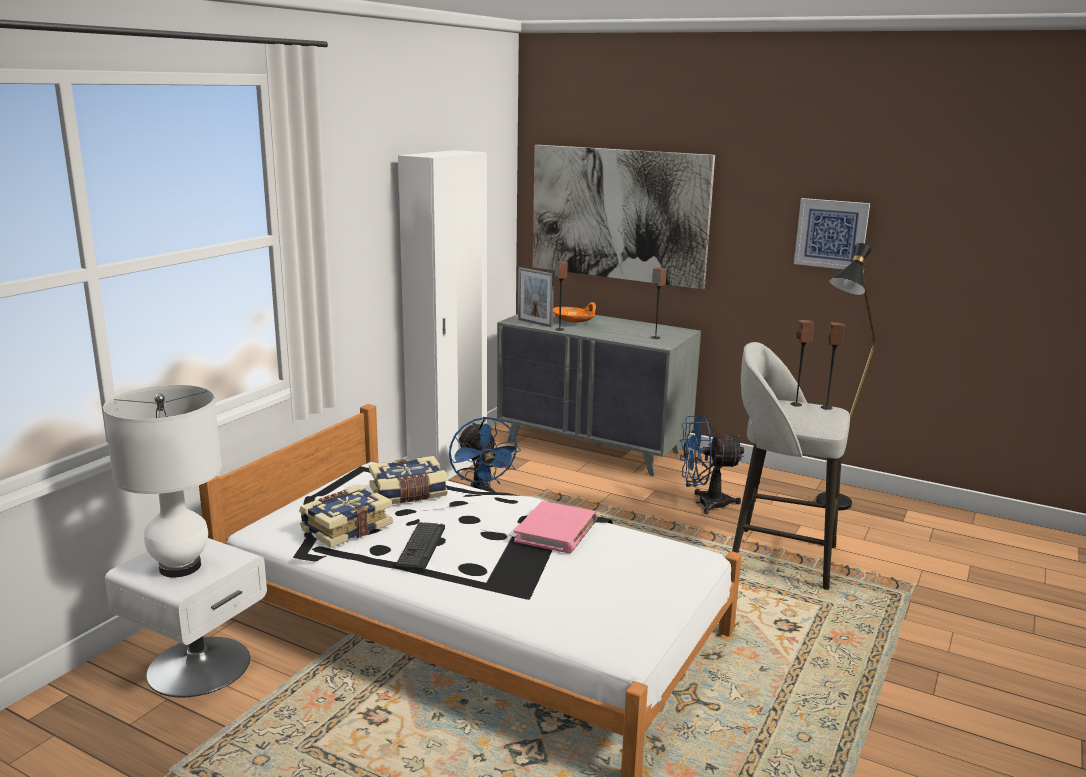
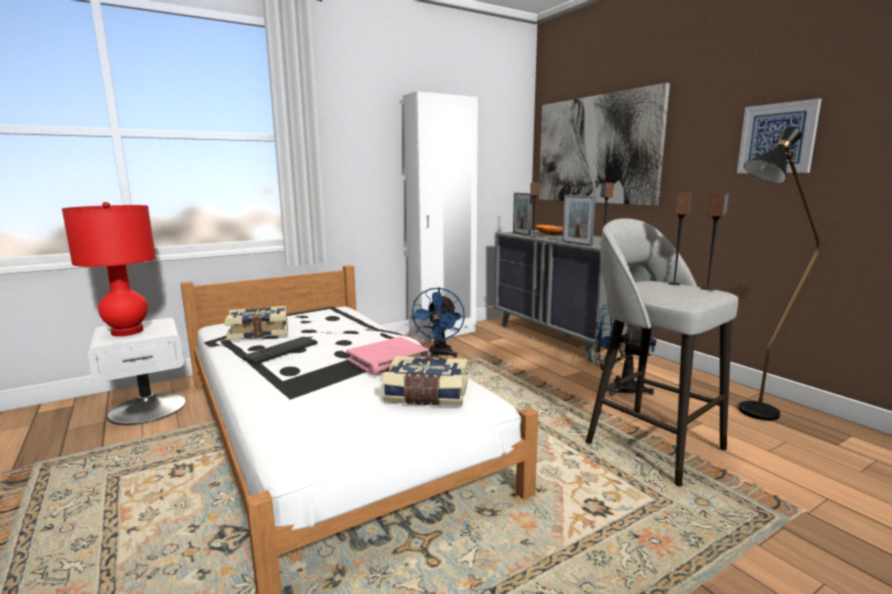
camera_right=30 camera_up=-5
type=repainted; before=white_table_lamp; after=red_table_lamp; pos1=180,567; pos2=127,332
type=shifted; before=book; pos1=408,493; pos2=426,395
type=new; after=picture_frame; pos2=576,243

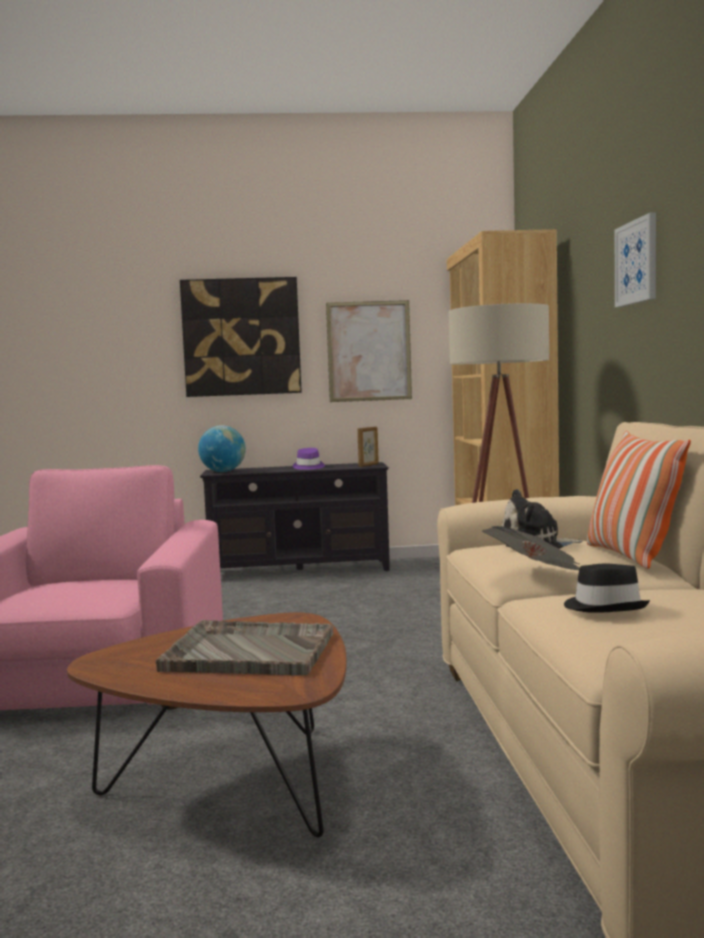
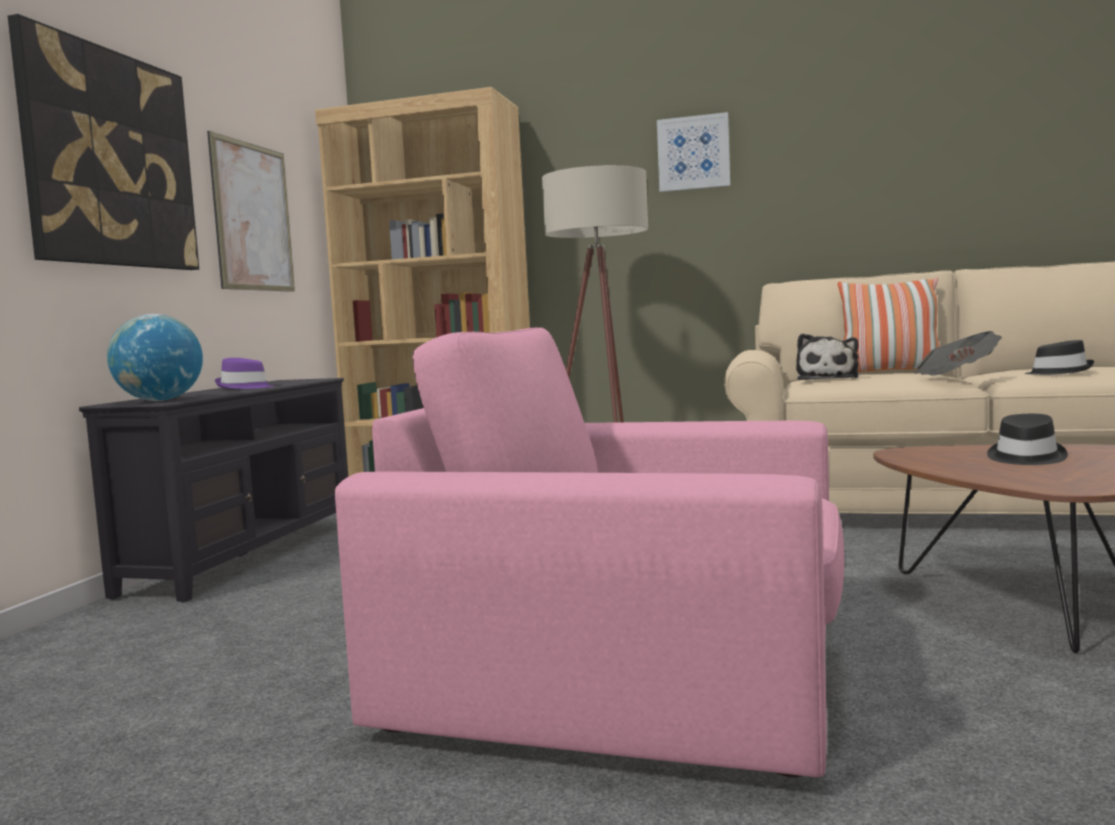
camera_right=-70 camera_up=0
type=gone; before=picture_frame; pos1=369,465
type=swapped; before=grey_tray; after=black_hat; pos1=248,651; pos2=1025,458

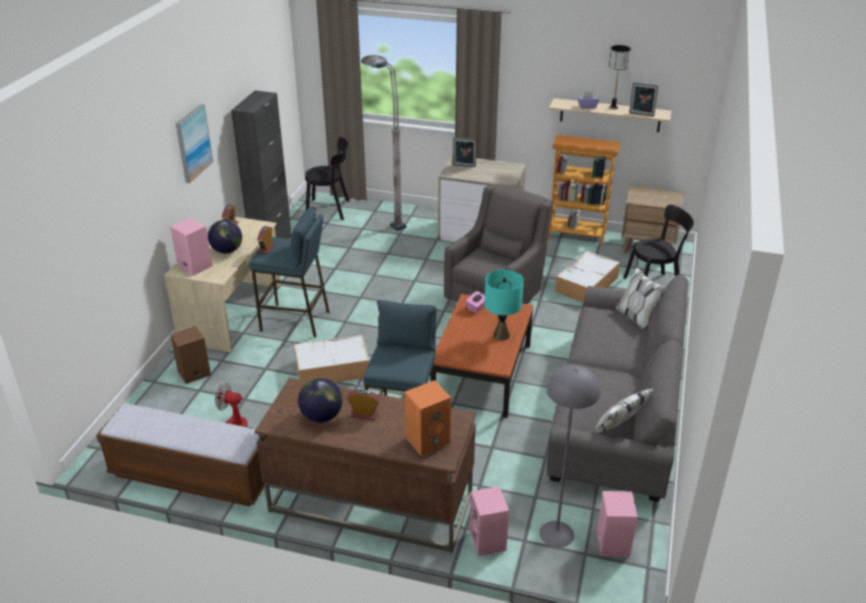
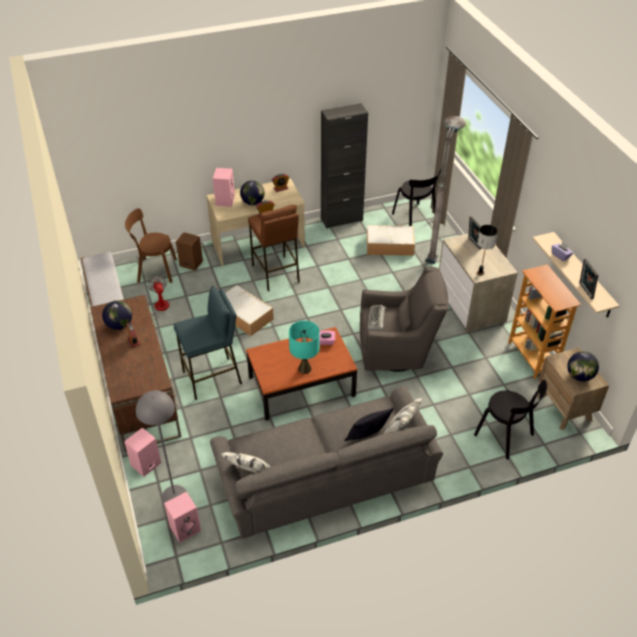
camera_right=55 camera_up=10
type=shifted; before=table_lamp; pos1=613,107; pos2=480,273
type=gone; before=picture; pos1=193,143
type=repainted; before=blue_stool; after=brown_stool; pos1=295,321; pos2=275,274
type=shifted; before=storage_box; pos1=586,285; pos2=389,246
type=gone; before=orange_speaker; pos1=428,439
type=new; after=brown_chair; pos2=155,270
type=new; after=keyboard; pos2=376,320
type=new; after=globe; pos2=579,376
type=new; after=pillow; pos2=367,437

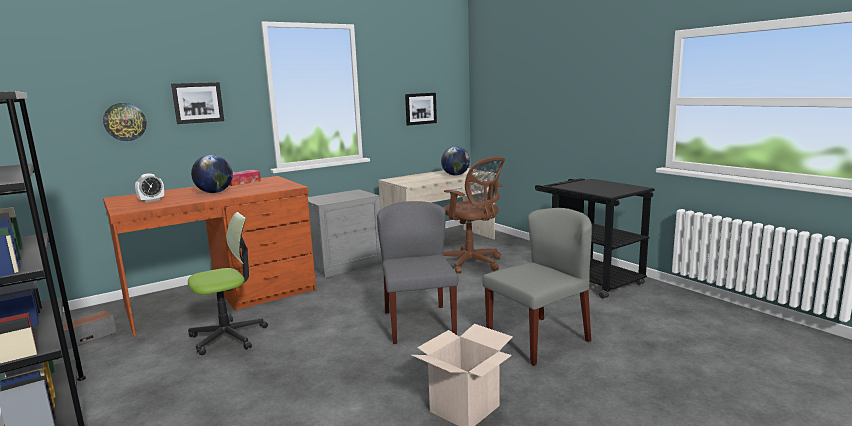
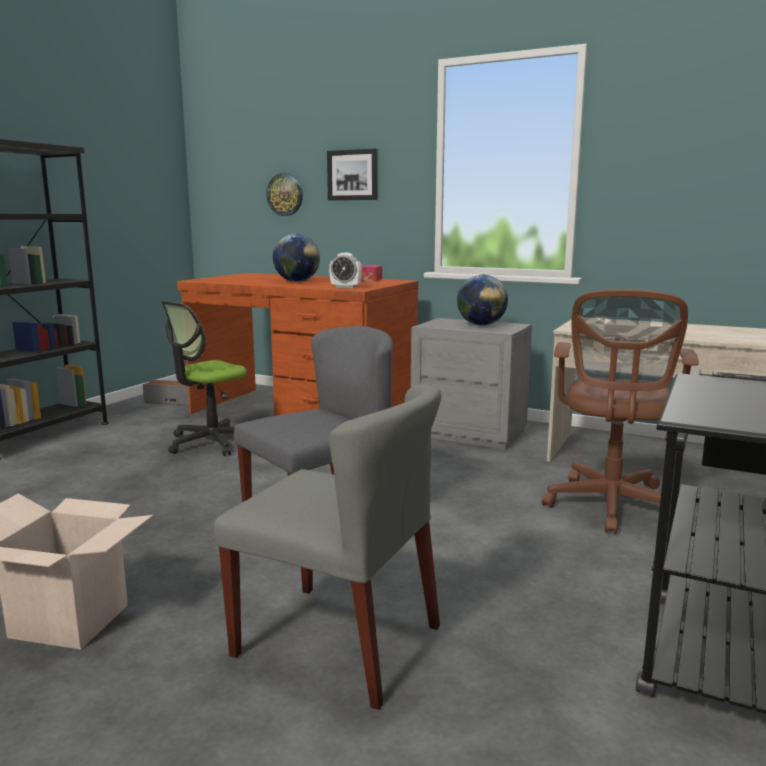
camera_right=60 camera_up=0
type=gone; before=picture; pos1=420,108
type=shifted; before=globe; pos1=455,175; pos2=481,325
type=shifted; before=alarm_clock; pos1=151,200; pos2=345,287
type=rotated; before=office_chair; pos1=228,337; pos2=211,442; turn=105

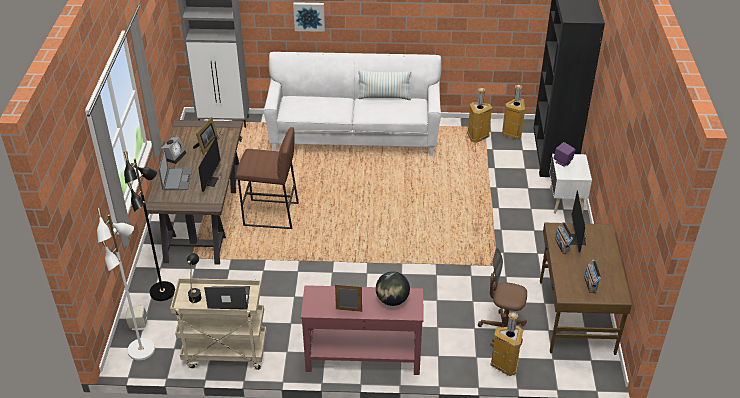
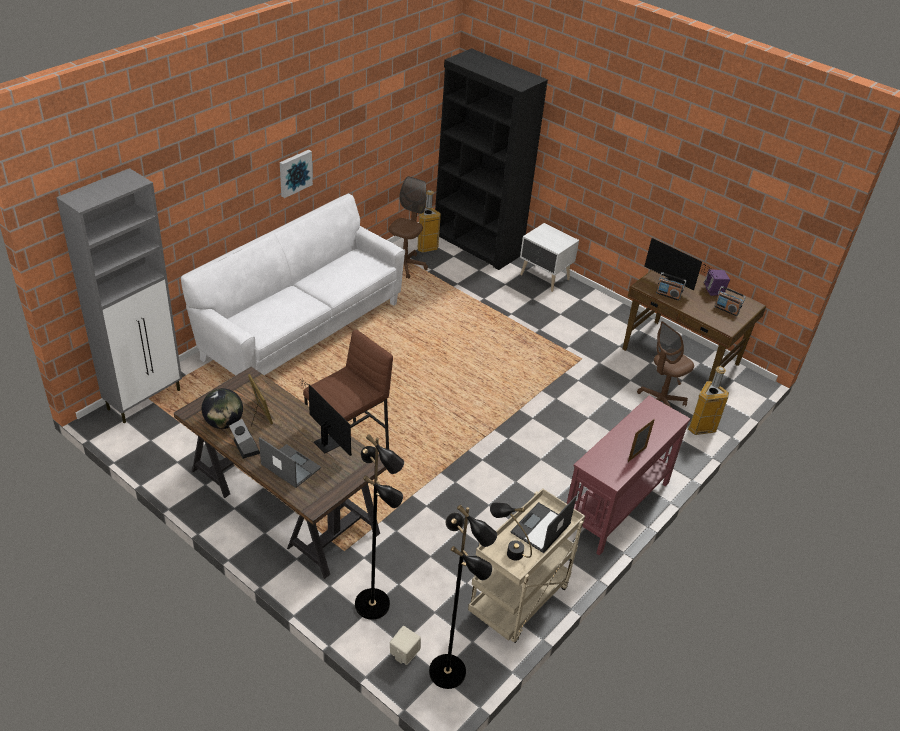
camera_right=-55 camera_up=0
type=shifted; before=picture; pos1=309,16; pos2=294,173
type=gone; before=pillow; pos1=384,97
type=swapped; before=trash_can; after=brown_office_chair; pos1=478,137; pos2=405,266
type=shifted; before=purple_speaker; pos1=563,162; pos2=713,291
type=repainted; before=white_floor_lamp; after=black_floor_lamp; pos1=142,350; pos2=448,671
type=shifted; before=globe; pos1=392,300; pos2=224,423

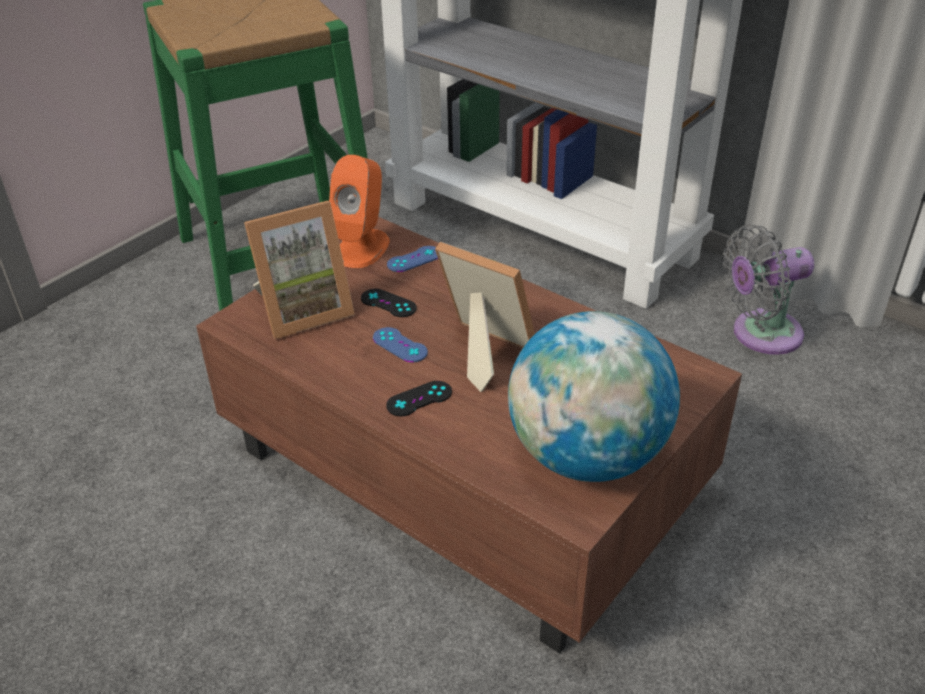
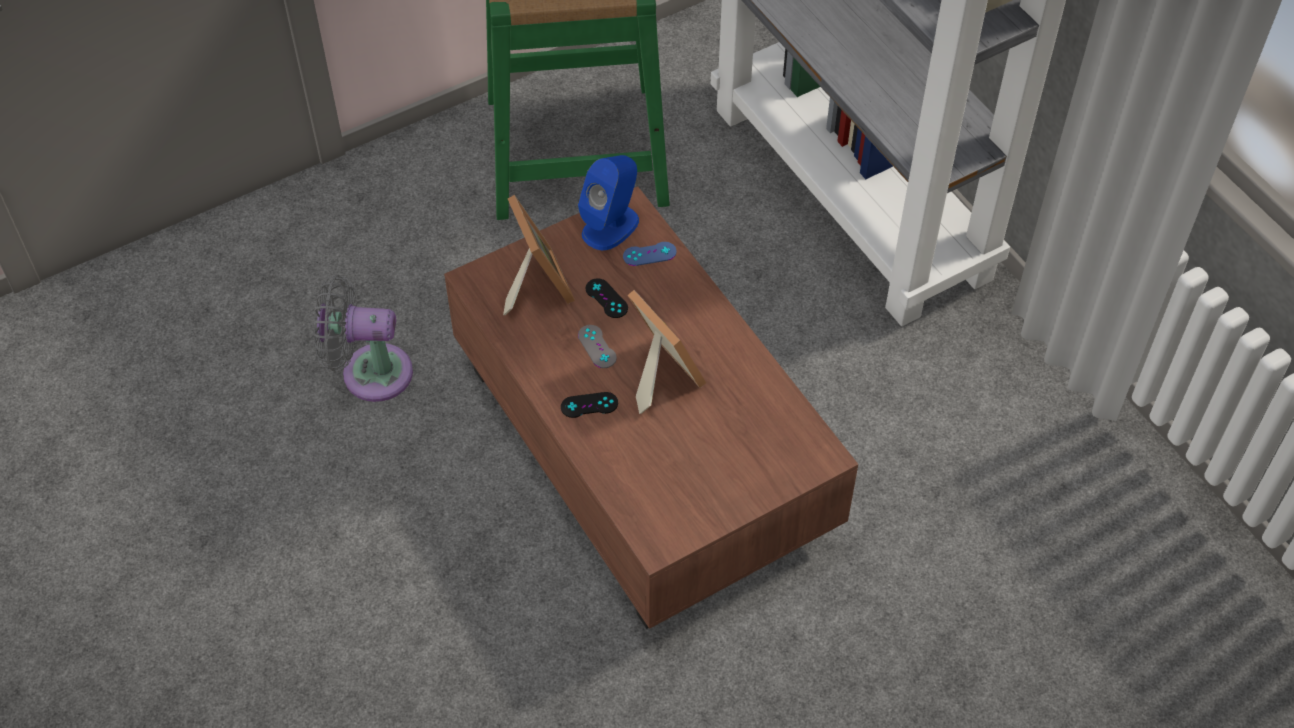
camera_right=20 camera_up=15
type=repainted; before=orange_speaker; after=blue_speaker; pos1=362,248; pos2=611,226
type=rotated; before=picture_frame; pos1=303,310; pos2=534,284; turn=-105
type=shifted; before=grey_fan; pos1=760,334; pos2=369,372
type=gone; before=globe; pos1=587,456
type=repainted; before=blue_game_controller; after=grey_game_controller; pos1=400,345; pos2=597,346

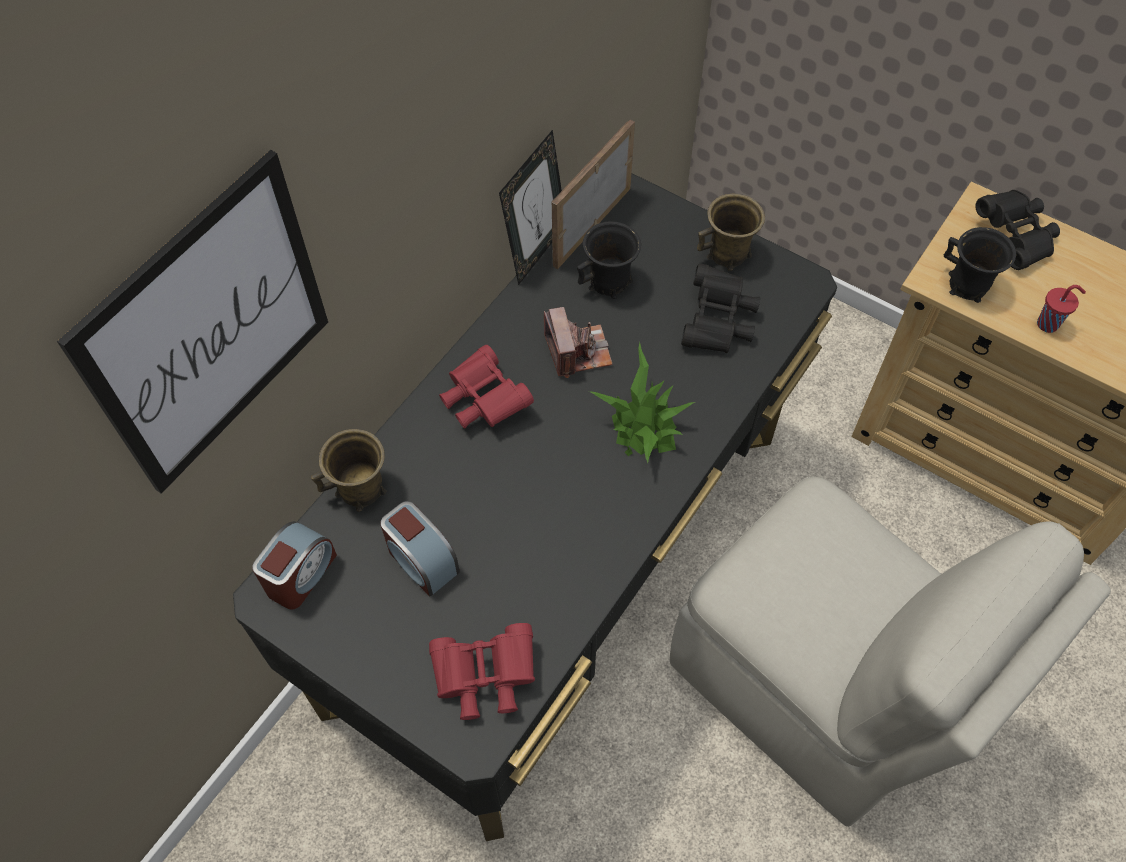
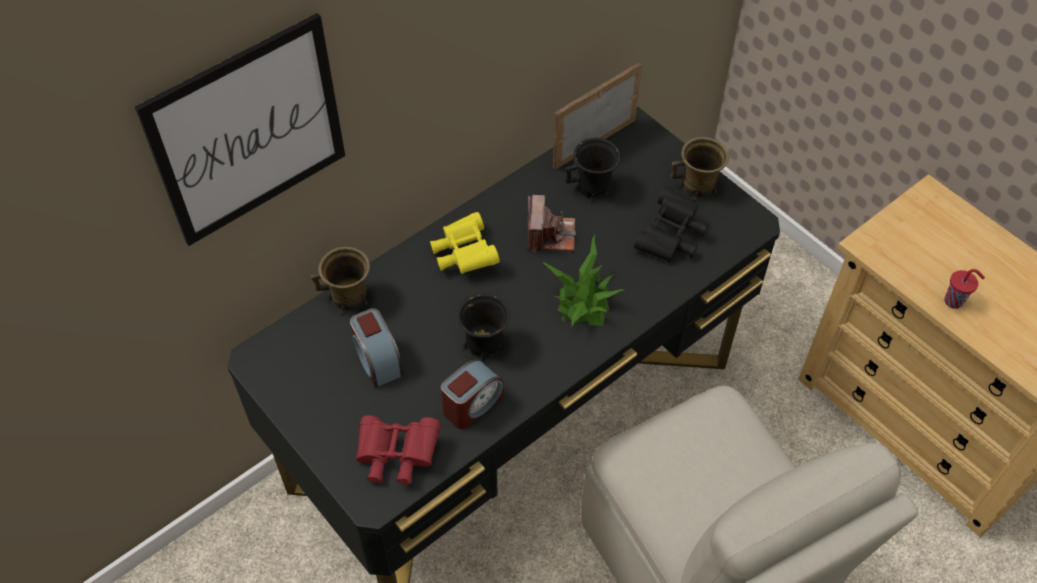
camera_right=15 camera_up=-5
type=gone; before=picture_frame; pos1=536,251
type=gone; before=black_binoculars; pos1=1015,238
type=shifted; before=black_mug; pos1=968,286; pos2=483,344
type=repainted; before=red_binoculars; after=yellow_binoculars; pos1=483,400; pos2=464,254
type=shifted; before=alarm_clock; pos1=301,575; pos2=472,404

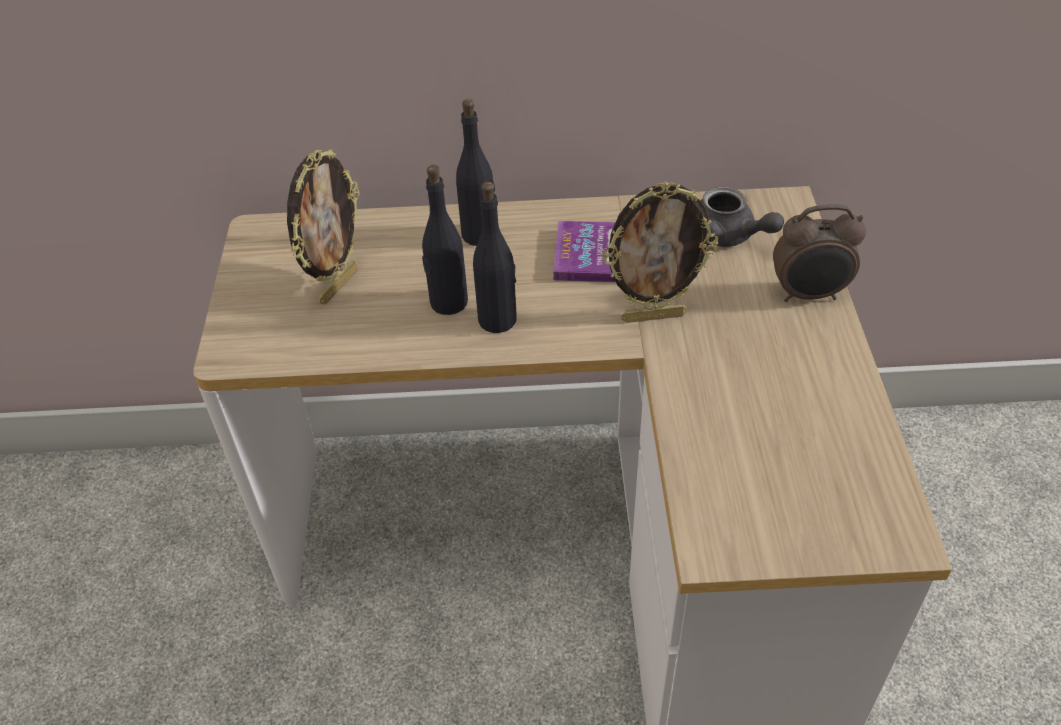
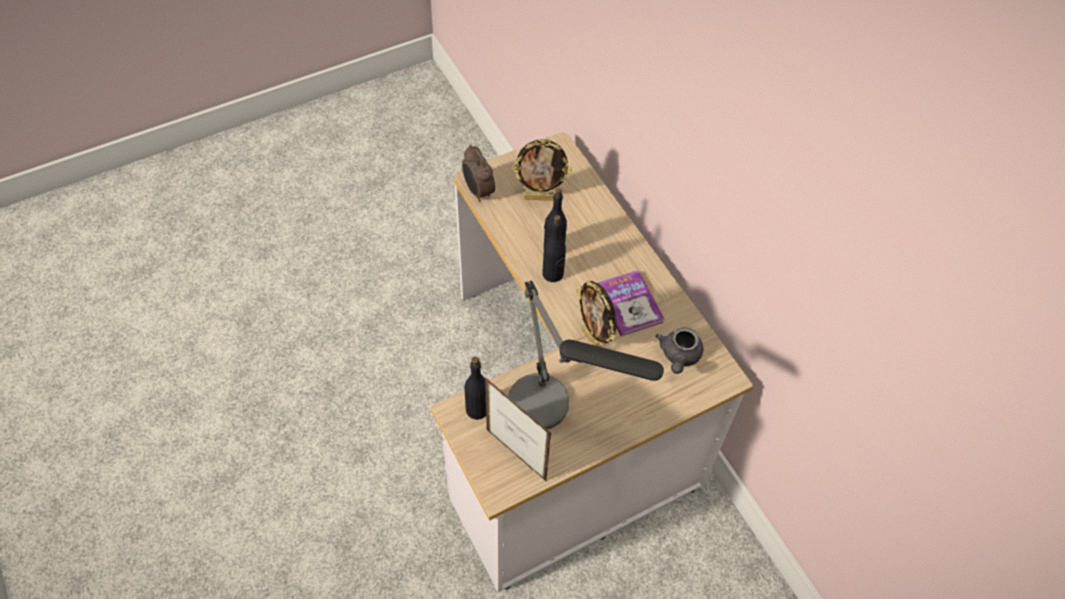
camera_right=60 camera_up=10
type=shifted; before=black_bottle; pos1=479,234; pos2=477,409
type=shifted; before=alarm_clock; pos1=809,295; pos2=478,191
type=new; after=table_lamp; pos2=555,411
type=new; after=picture_frame; pos2=516,455

